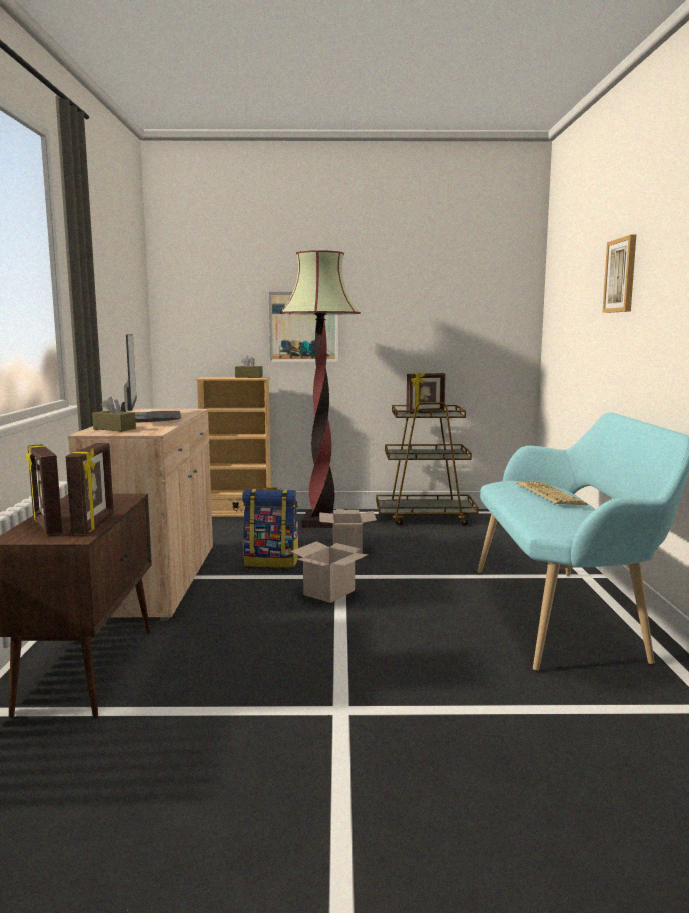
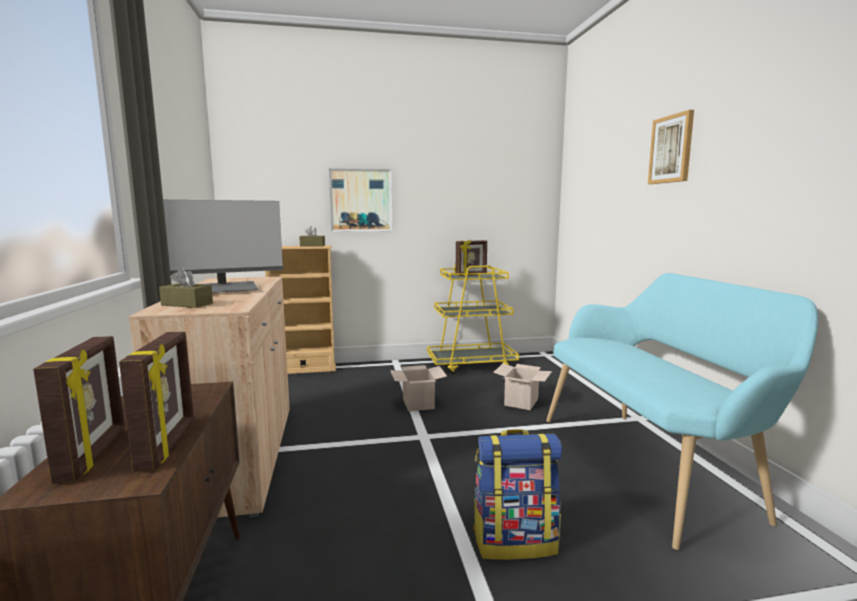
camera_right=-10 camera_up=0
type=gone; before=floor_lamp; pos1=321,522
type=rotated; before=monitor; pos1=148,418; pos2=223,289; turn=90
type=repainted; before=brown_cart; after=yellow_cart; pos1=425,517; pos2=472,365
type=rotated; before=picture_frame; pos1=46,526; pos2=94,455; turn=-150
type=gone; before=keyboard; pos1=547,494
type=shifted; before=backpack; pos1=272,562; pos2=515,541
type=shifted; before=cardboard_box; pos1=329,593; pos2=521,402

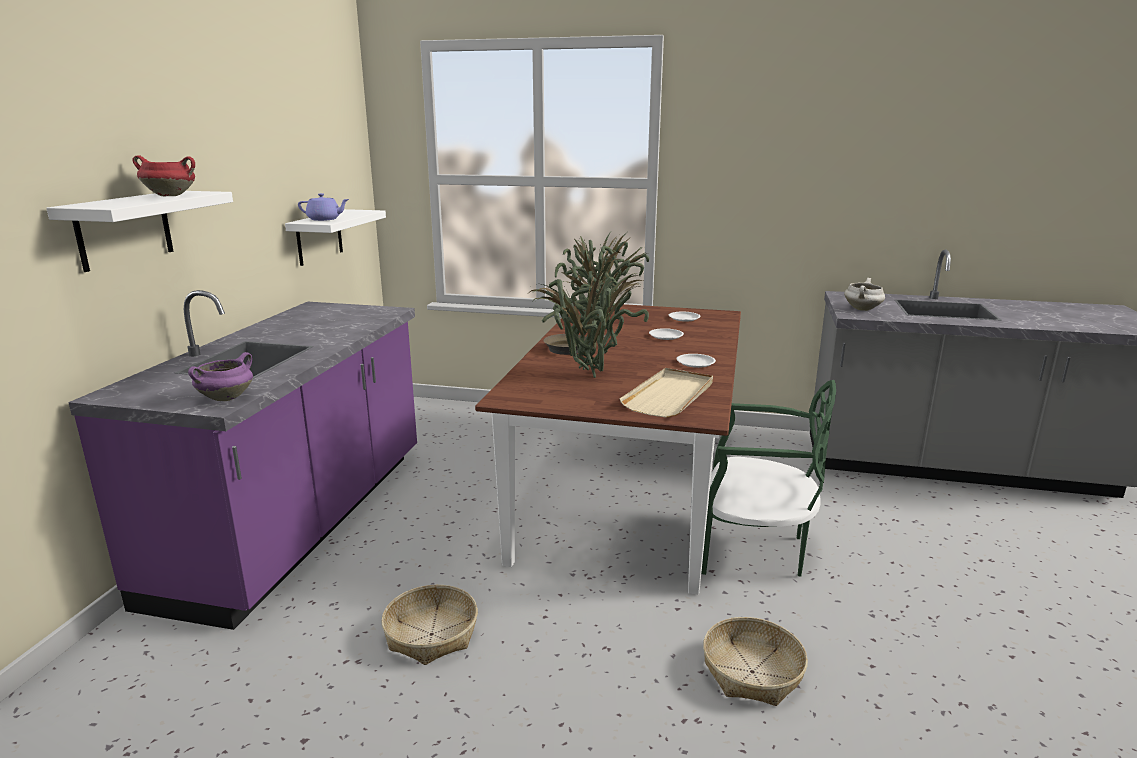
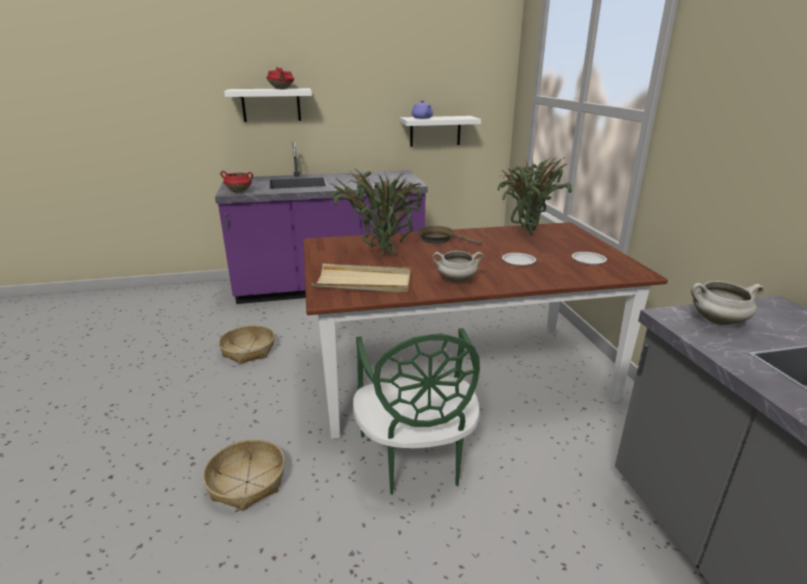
camera_right=65 camera_up=5
type=repainted; before=purple_cooking_pot; after=red_cooking_pot; pos1=226,398; pos2=239,191
type=swapped; before=white_plate; after=white_cooking_pot; pos1=695,363; pos2=456,280

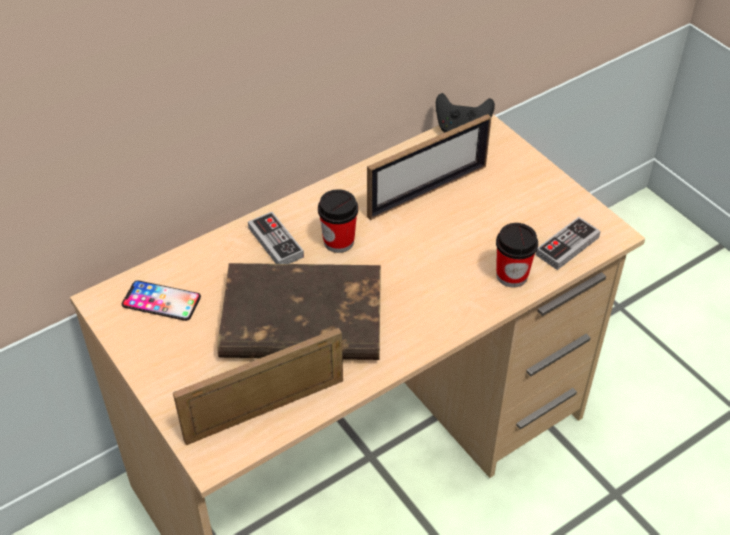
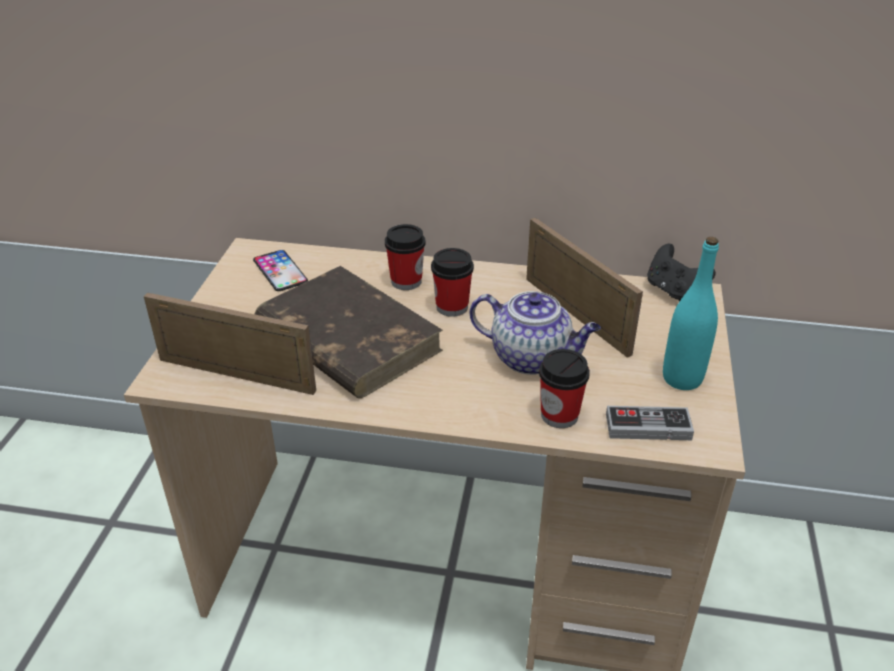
camera_right=45 camera_up=-10
type=rotated; before=picture_frame; pos1=427,191; pos2=576,315; turn=-135
type=swapped; before=game_controller; after=cup; pos1=275,242; pos2=406,281
type=new; after=turquoise_bottle; pos2=682,378
type=new; after=teapot; pos2=532,358

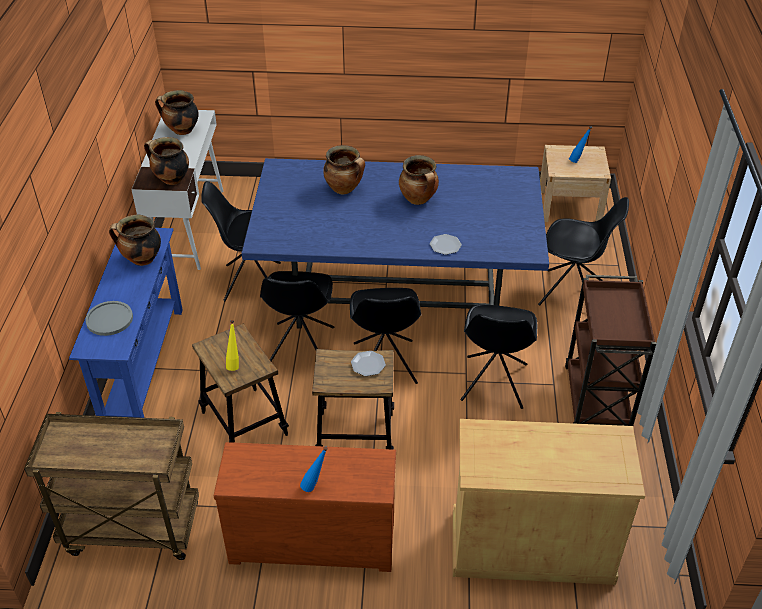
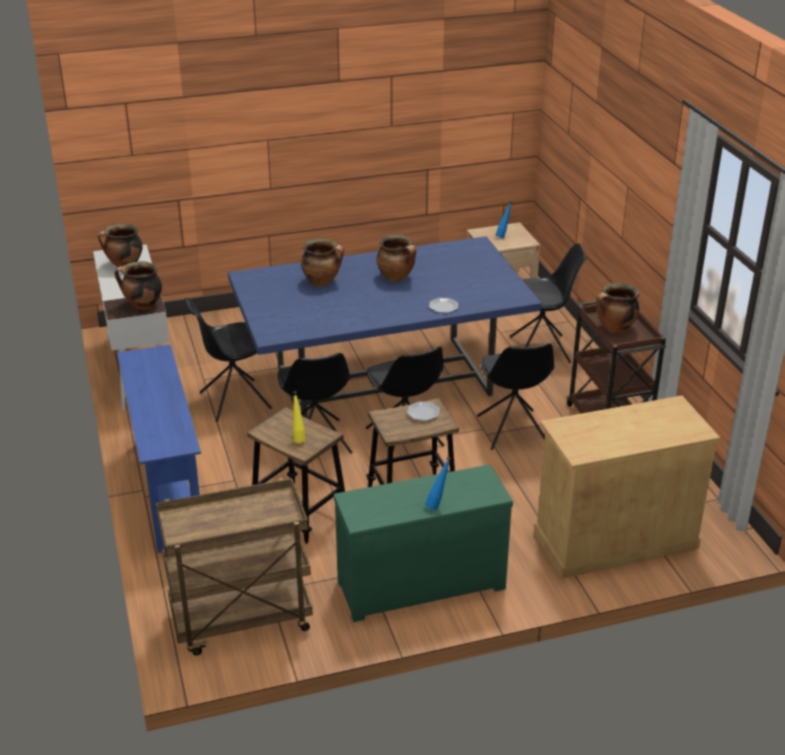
camera_right=-20 camera_up=-10
type=shifted; before=cooking_pot; pos1=141,260; pos2=615,329
type=gone; before=grey_plate; pos1=109,319
type=repainted; before=brown_dresser; after=green_dresser; pos1=313,537; pos2=419,582

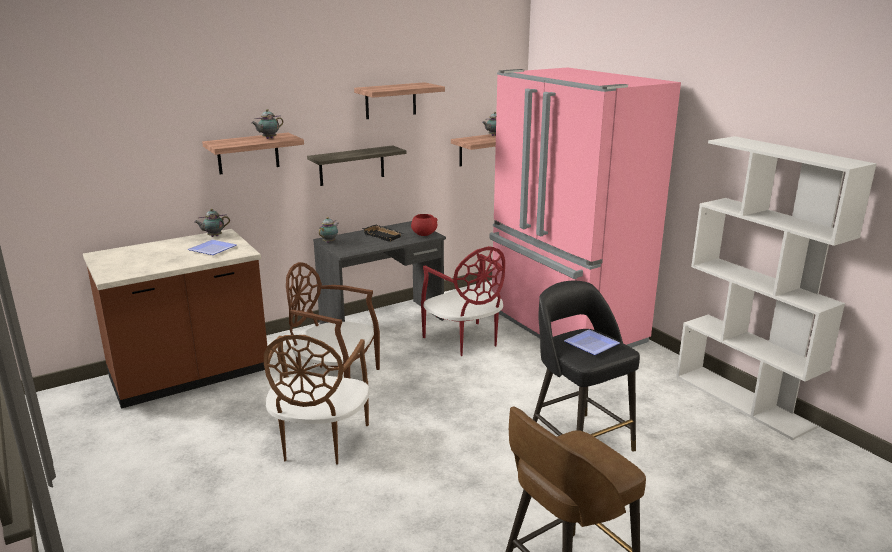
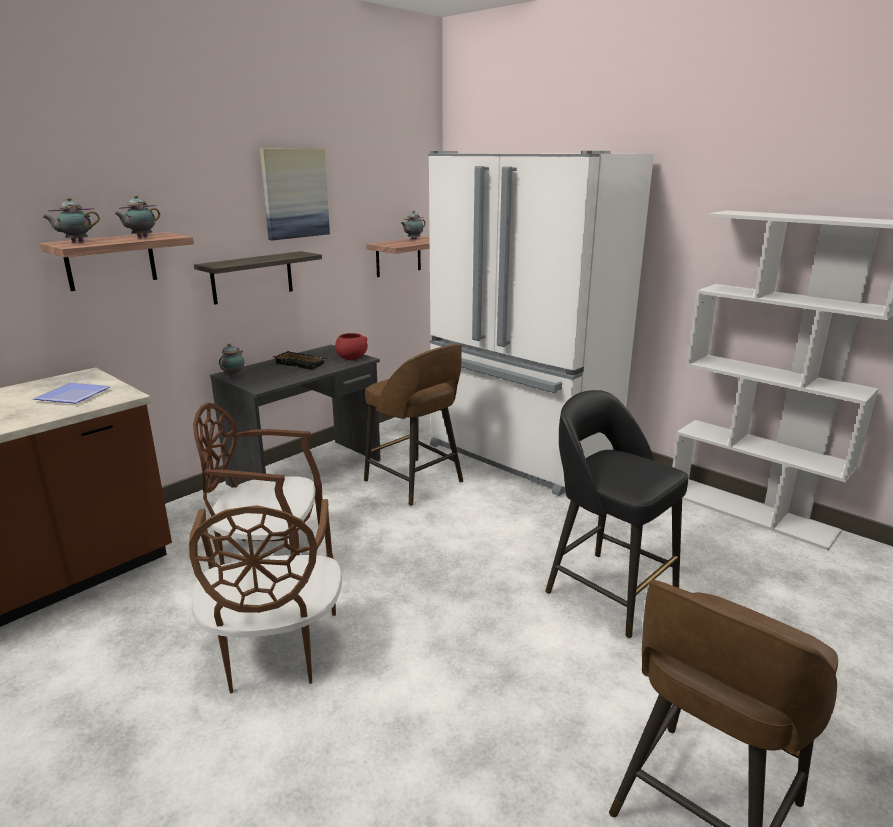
camera_right=-15 camera_up=0
type=repainted; before=pink_fridge; after=white_fridge; pos1=564,328; pos2=521,454
type=swapped; before=shelf; after=picture; pos1=390,100; pos2=295,193
type=shifted; before=teapot; pos1=213,236; pos2=75,242
type=swapped; before=red_chair; after=brown_stool; pos1=464,340; pos2=415,482
type=gone; before=plate; pos1=589,344

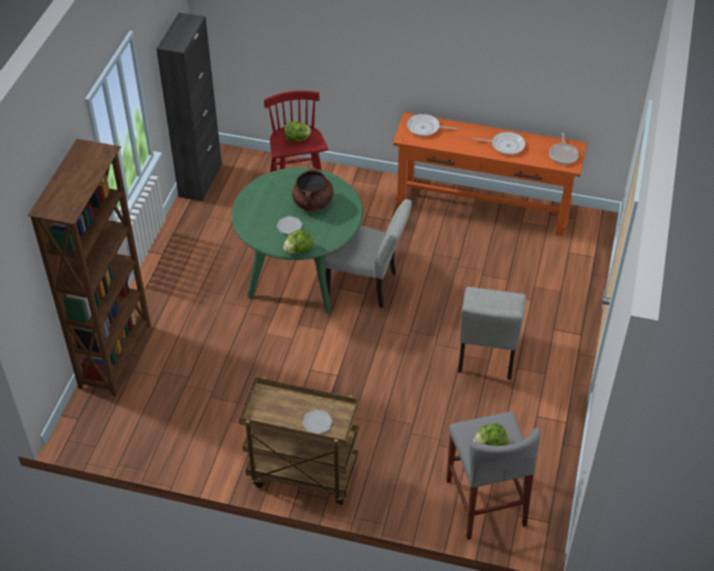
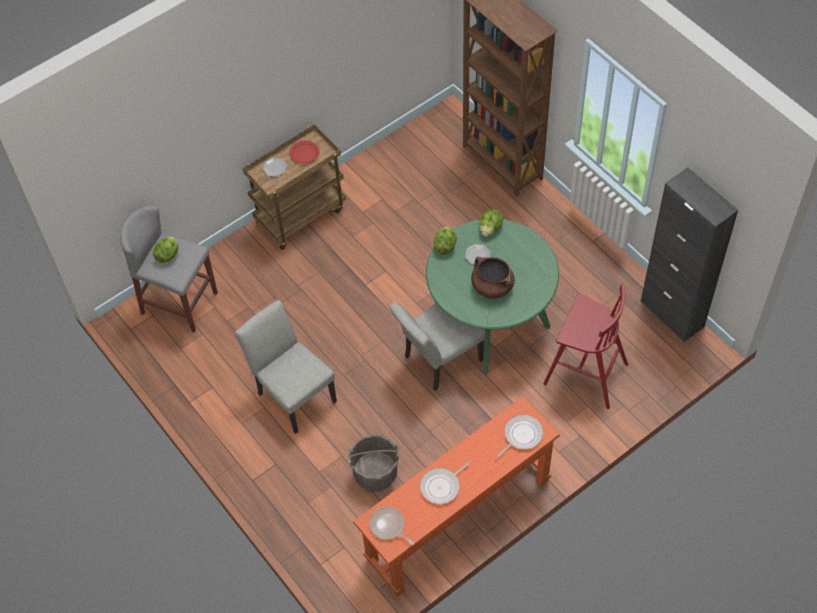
camera_right=130 camera_up=10
type=shifted; before=lettuce; pos1=297,139; pos2=490,229
type=new; after=red_plate; pos2=304,153
type=new; after=grey_bucket; pos2=375,474

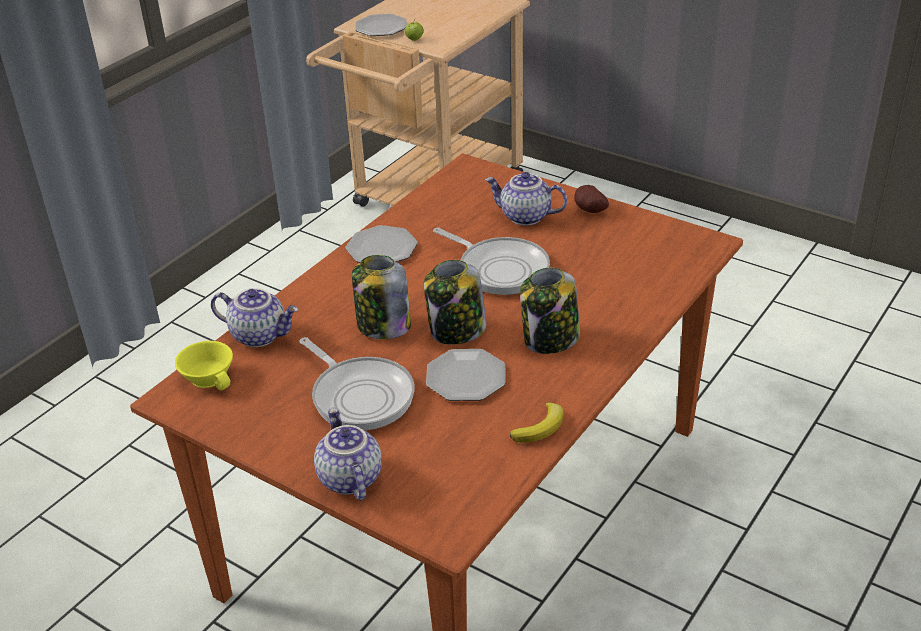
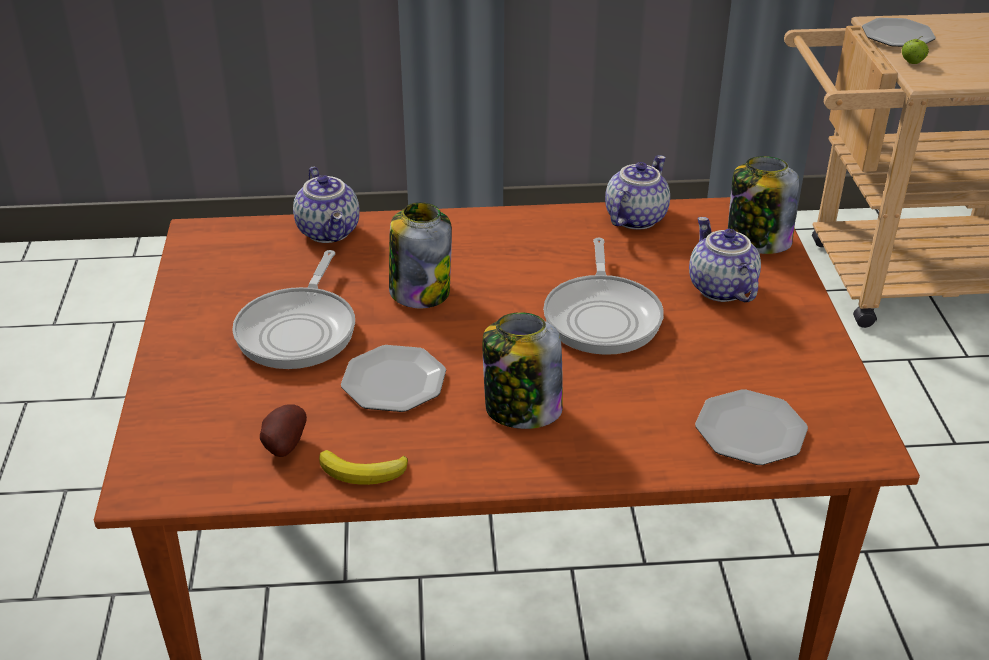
camera_right=50 camera_up=0
type=shifted; before=potato; pos1=589,211; pos2=283,446
type=shifted; before=plate; pos1=382,249; pos2=750,431
type=shifted; before=jar; pos1=457,331; pos2=757,241
type=gone; before=yellow_cup; pos1=211,377
type=shifted; before=teapot; pos1=348,478; pos2=634,218

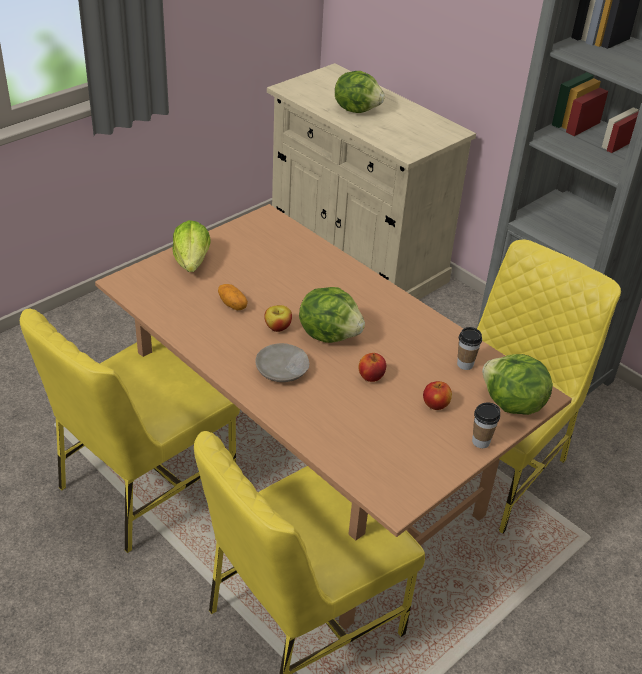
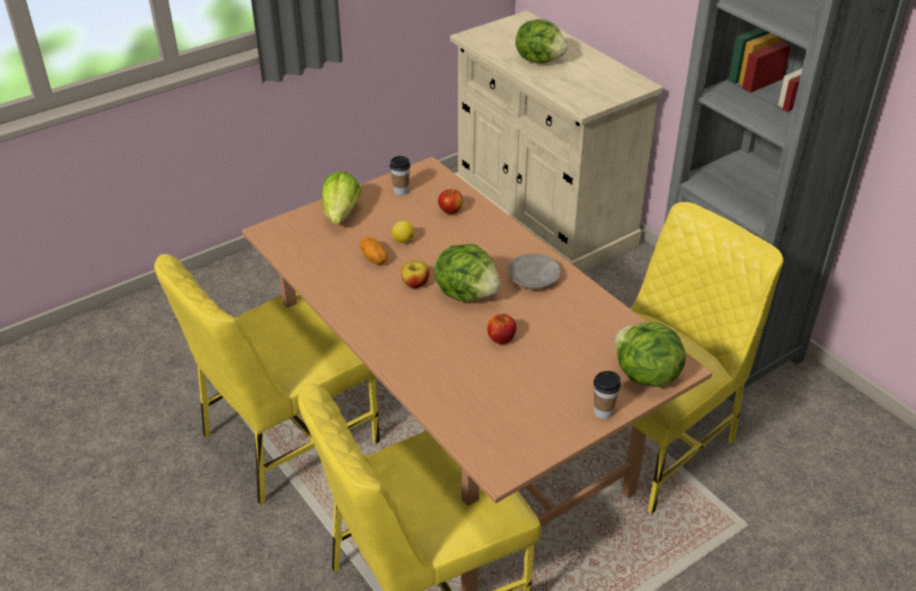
camera_right=10 camera_up=0
type=shifted; before=cup; pos1=465,364; pos2=401,191
type=shifted; before=beige_plate; pos1=282,370; pos2=534,279
type=shifted; before=apple; pos1=435,405; pos2=450,211
type=new; after=lemon; pos2=403,241

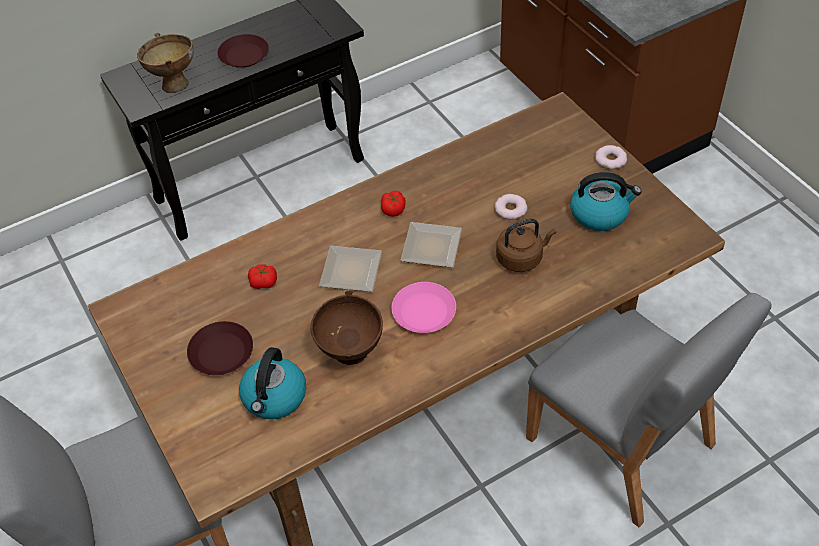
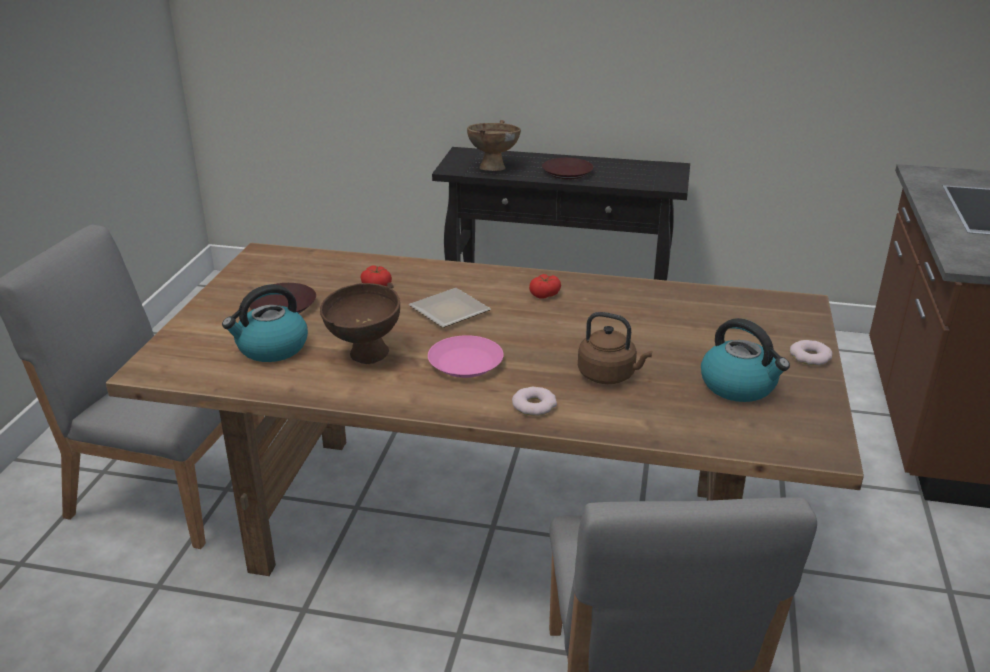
camera_right=40 camera_up=-20
type=shifted; before=donut; pos1=510,209; pos2=534,405
type=gone; before=plate; pos1=433,249

